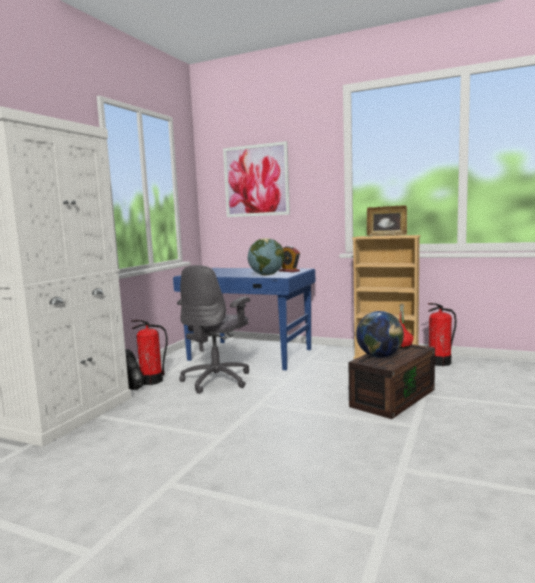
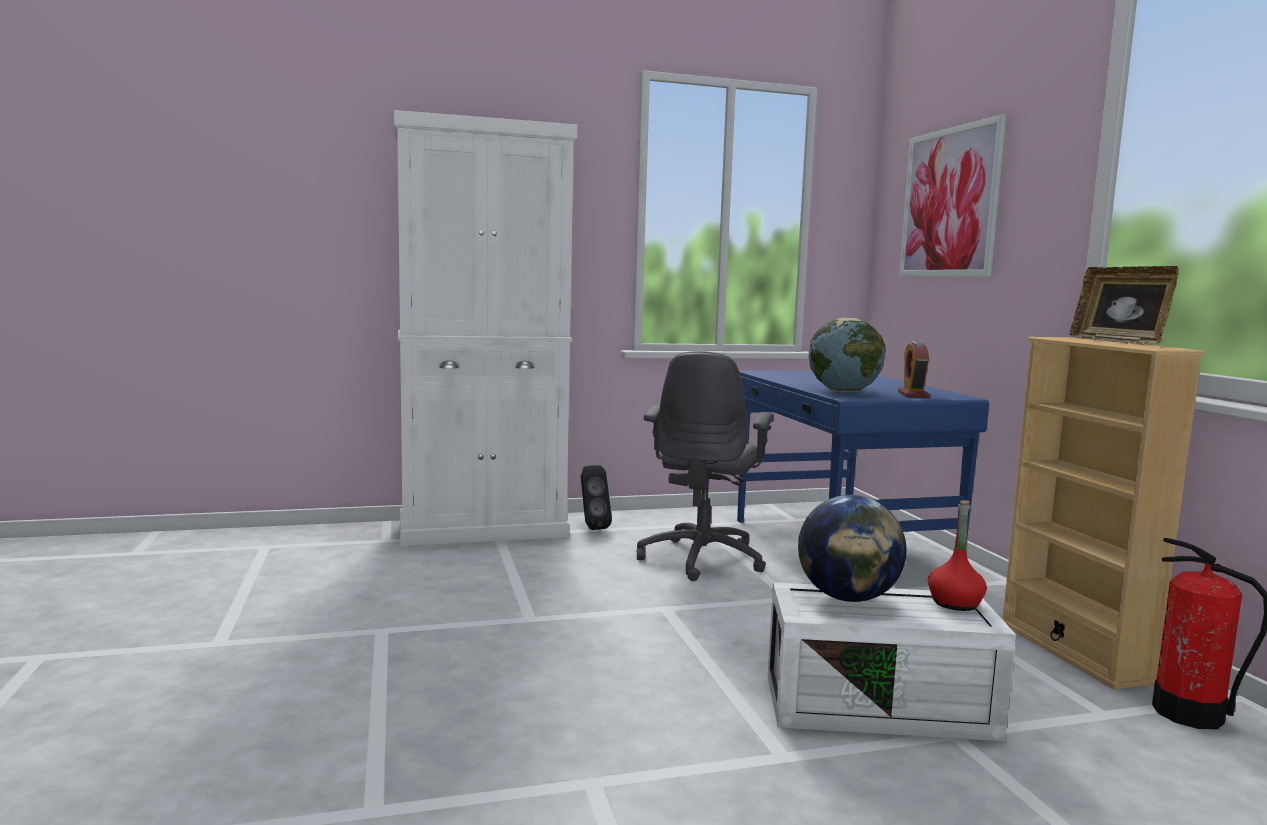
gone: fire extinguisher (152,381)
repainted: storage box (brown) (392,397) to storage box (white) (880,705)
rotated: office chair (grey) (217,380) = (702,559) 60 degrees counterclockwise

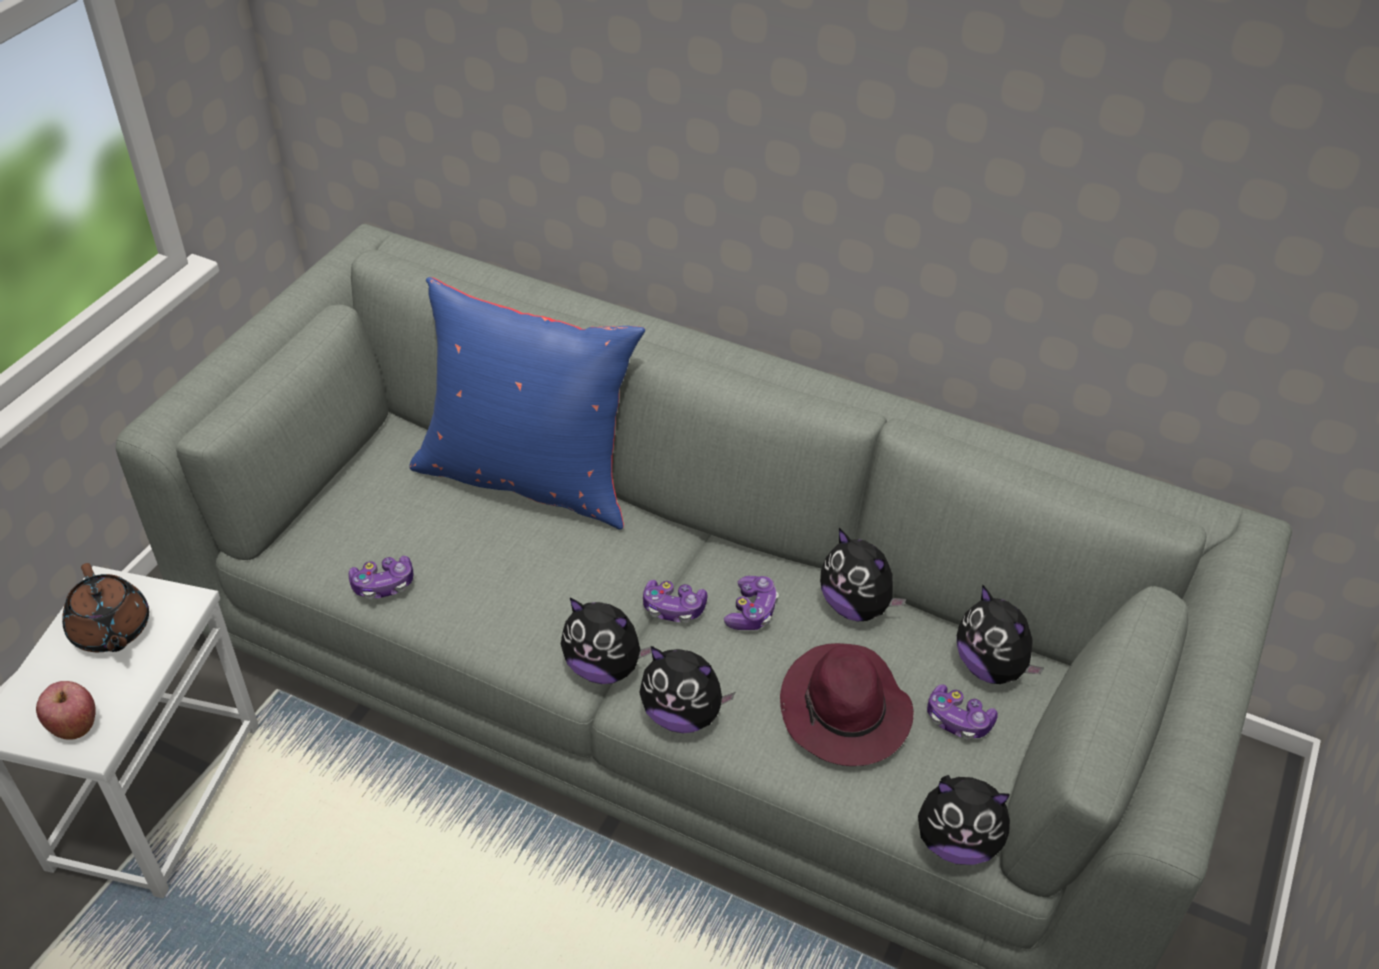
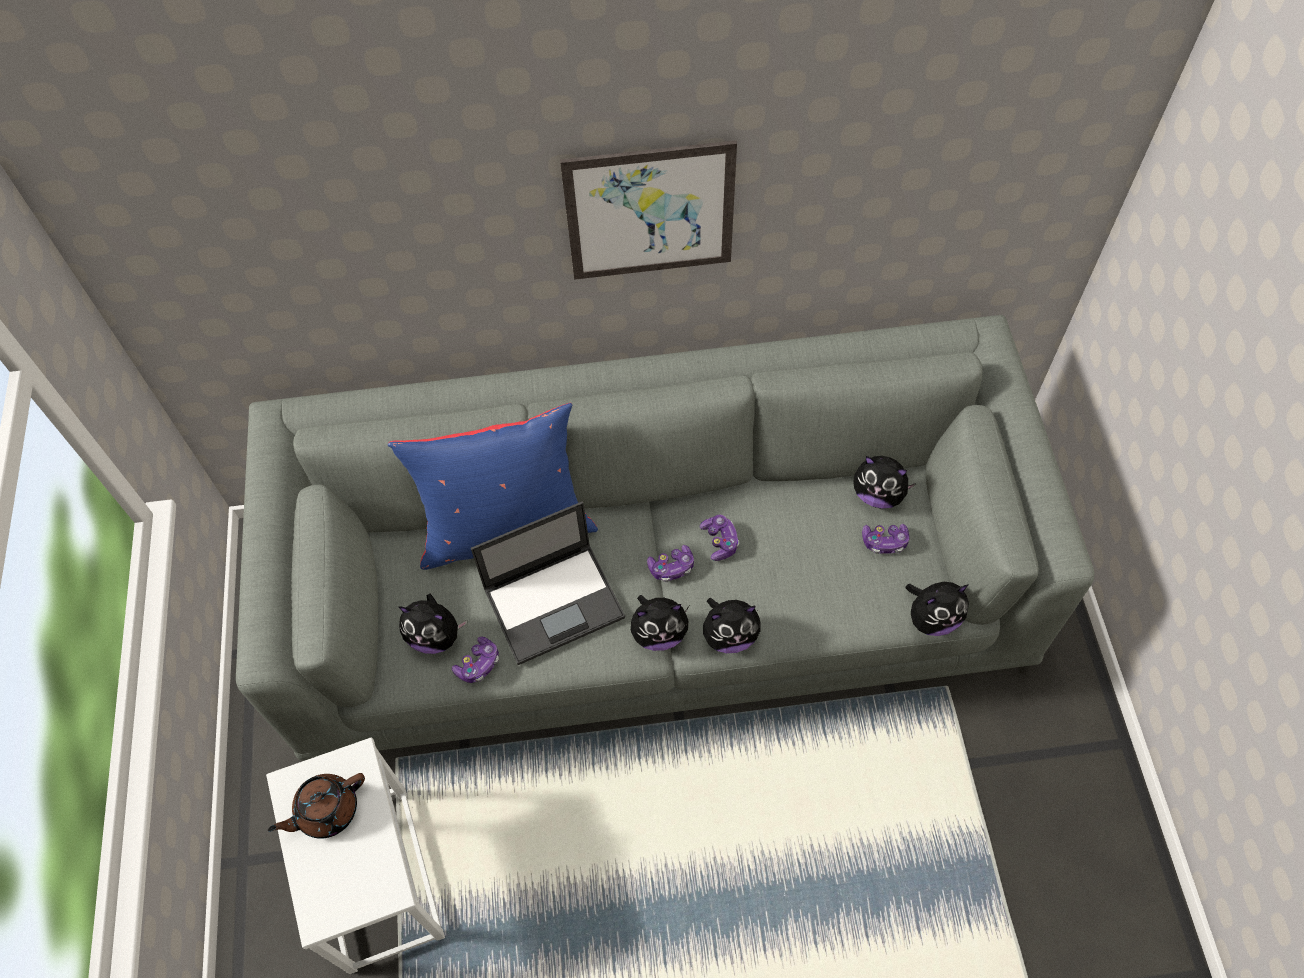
gone: hat (purple) (845,712); apple (74,725)
new: picture (650,212); laptop (555,602)
shifted: plush toy (856,606) to (435,636)
rotated: teapot (brown) (111,630) = (326,810) 120 degrees clockwise

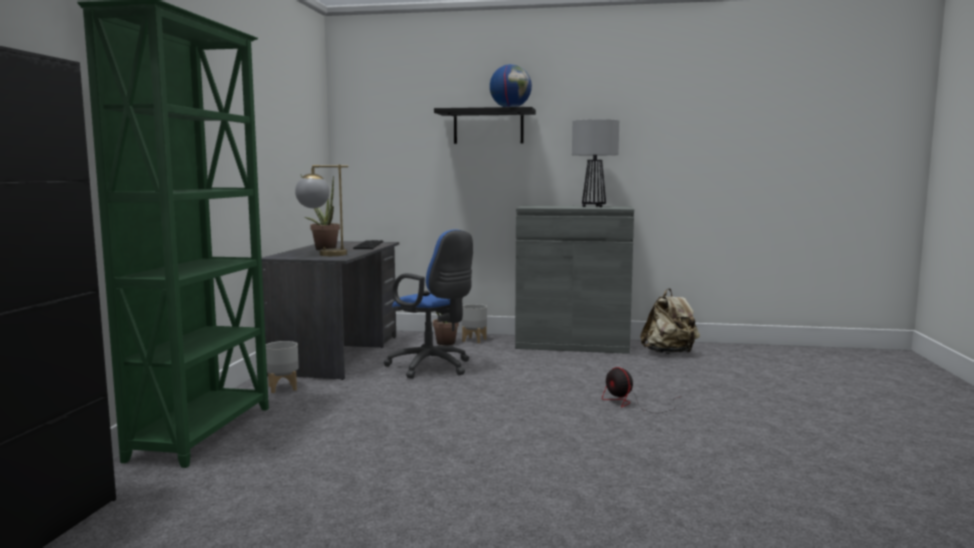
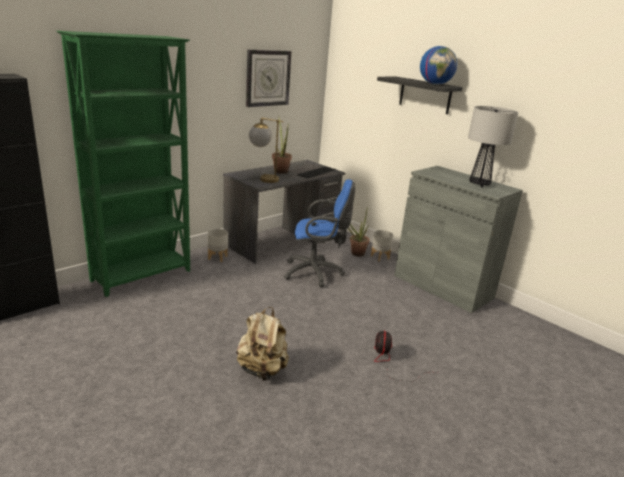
new: wall clock (267,78)
shifted: backpack (beige) (669,353) to (262,370)
rotated: office chair (blue) (433,368) = (316,273) 75 degrees counterclockwise

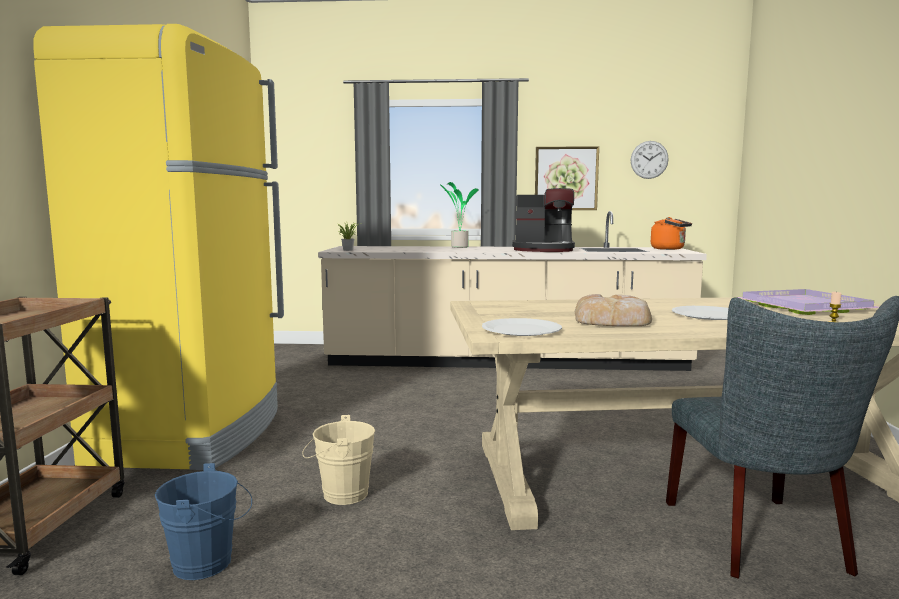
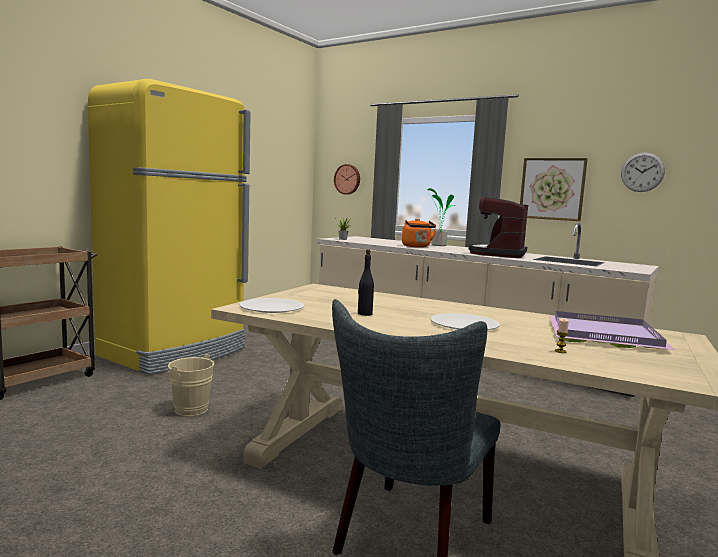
gone: bucket (blue) (209,563)
new: wall clock (347,179)
shifted: kettle (orange) (670,249) to (417,247)
swapped: bread (613,320) to bottle (black) (364,314)
rotated: coffee machine (543,250) = (498,254) 75 degrees clockwise

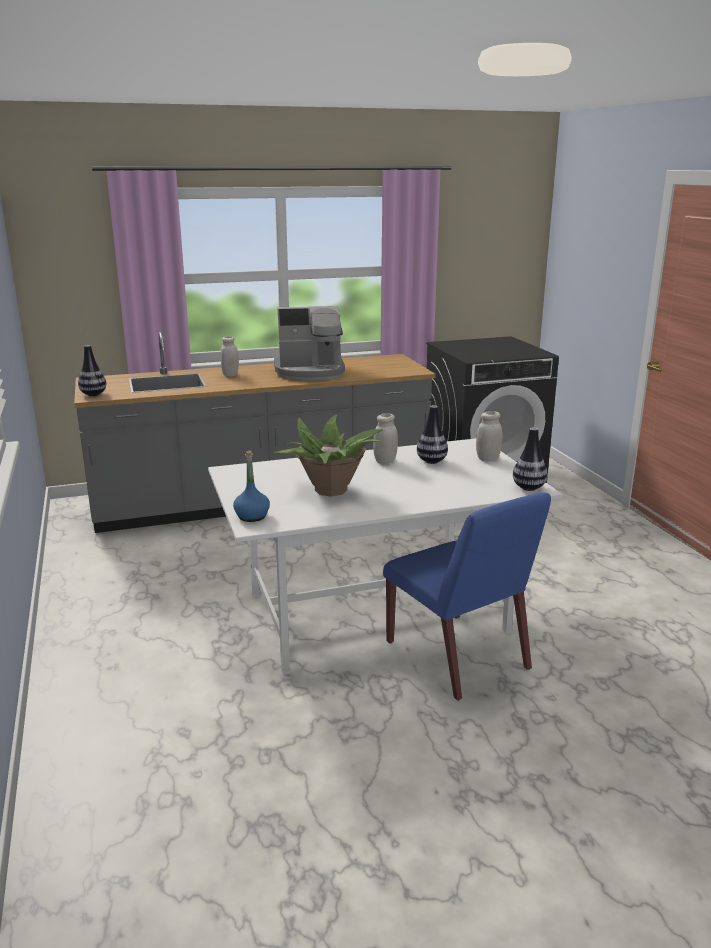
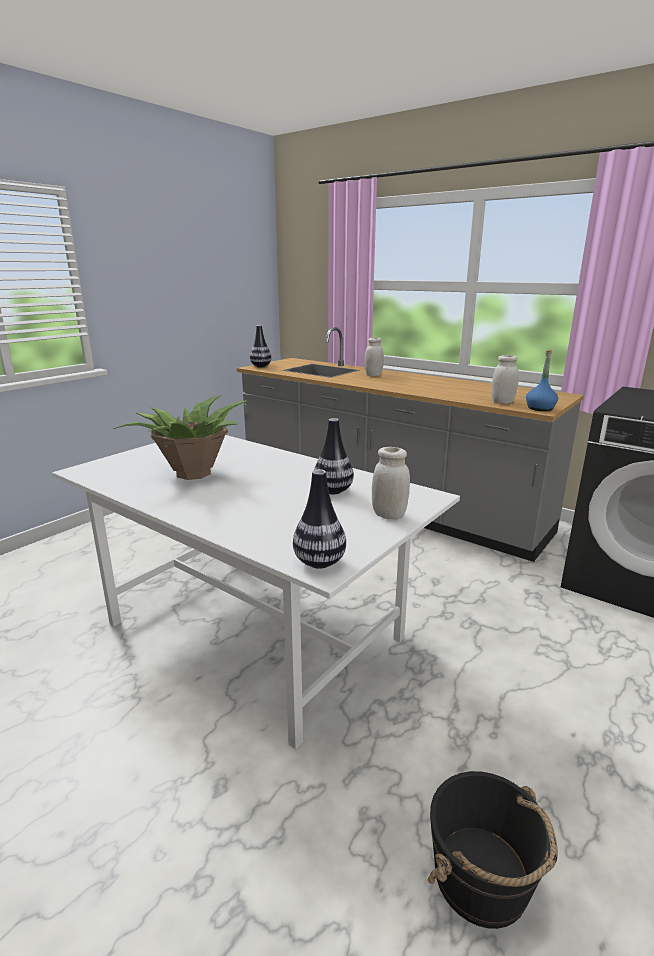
gone: coffee machine (310,372); chair (blue) (458,656)
new: bucket (black) (482,879)
shifted: jar (white) (385,461) to (502,402); bottle (blue) (252,516) to (540,408)

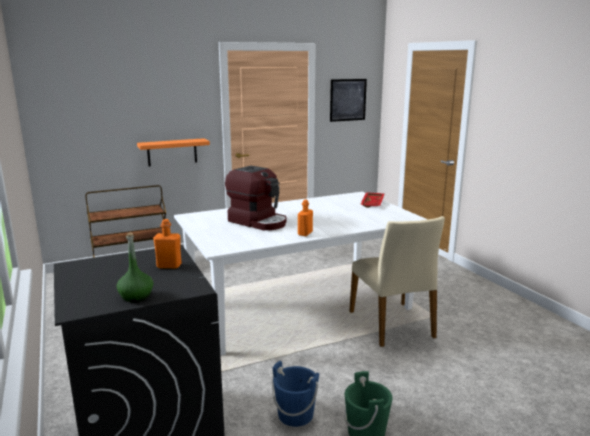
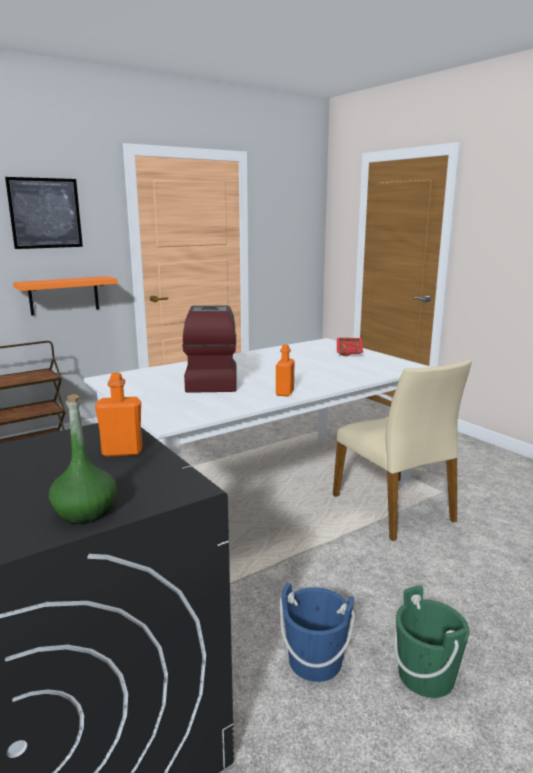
shifted: picture (348,100) to (45,213)
rotated: coffee machine (258,222) = (211,381) 120 degrees counterclockwise

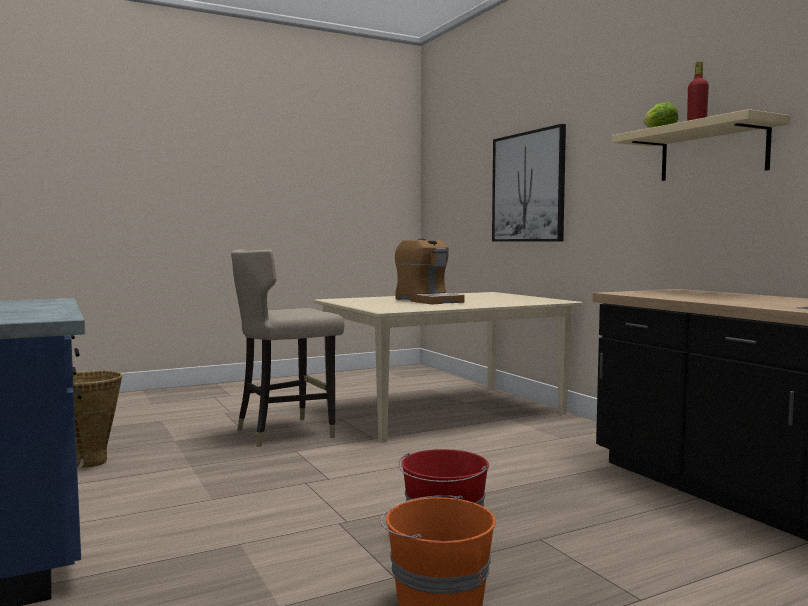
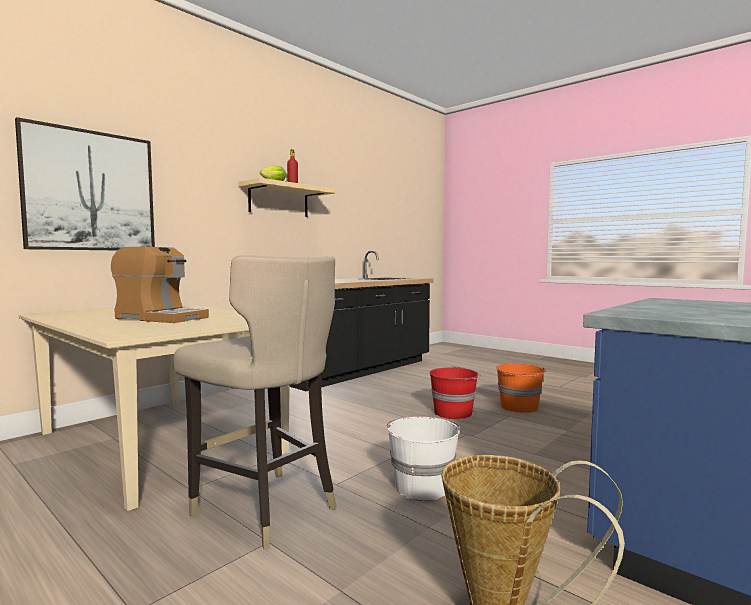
new: bucket (white) (422,486)
rotated: coffee machine (428,300) = (160,318) 75 degrees clockwise

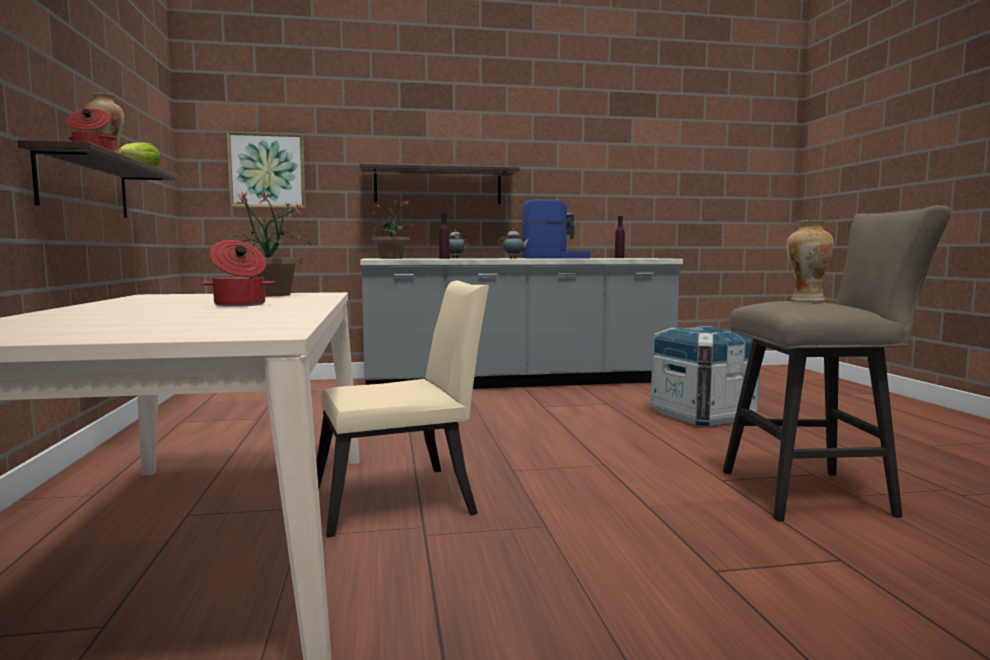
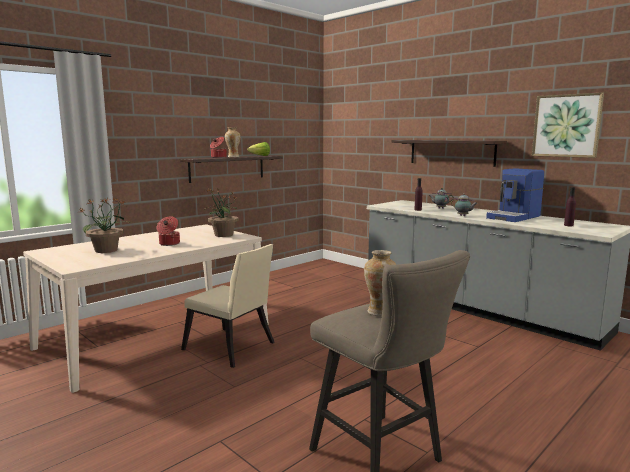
gone: crate (702,415)
shifted: picture (267,171) to (566,126); potted plant (392,258) to (107,250)
rotated: coffee machine (554,258) = (514,217) 90 degrees clockwise

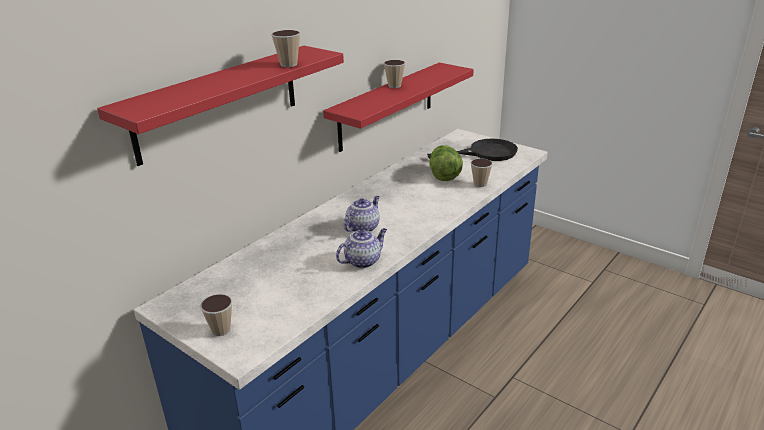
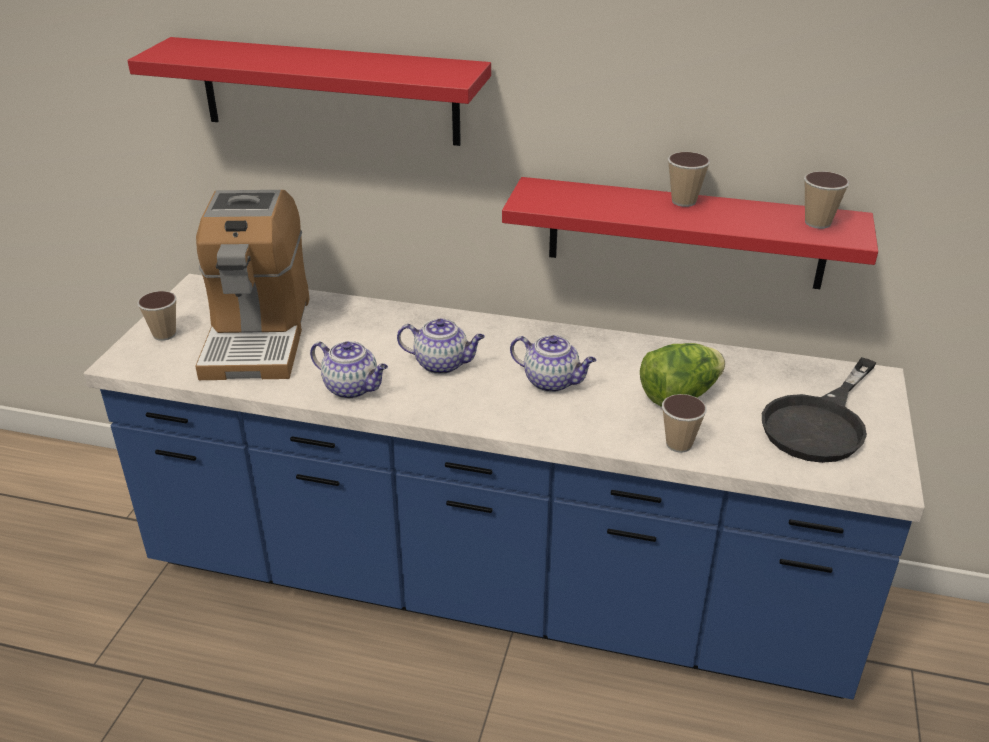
new: coffee machine (258,335); teapot (552,382)
shifted: cup (288,64) to (817,223)
rotated: frying pan (black) (484,153) = (820,423) 75 degrees clockwise

